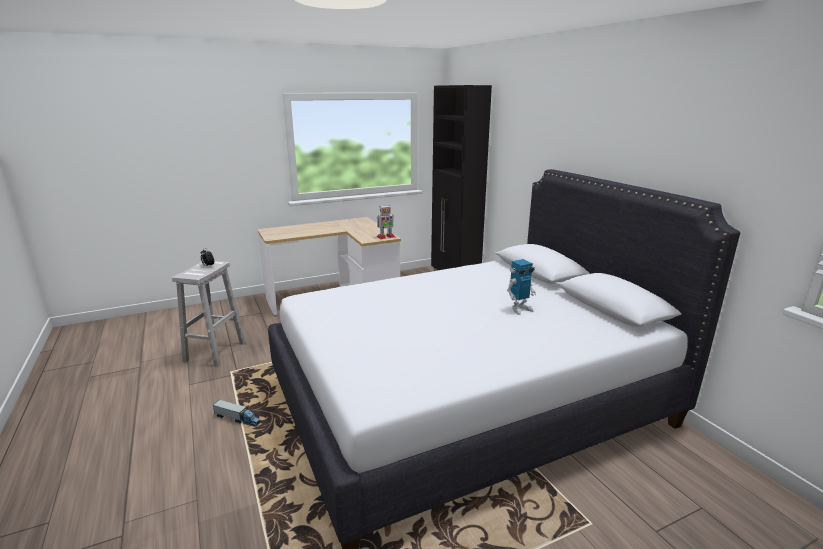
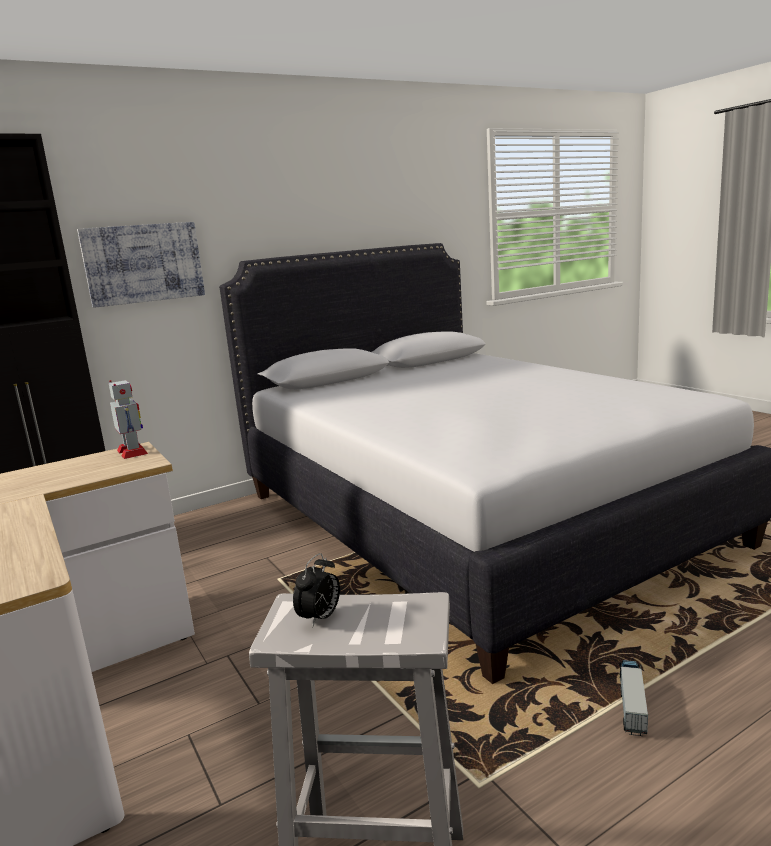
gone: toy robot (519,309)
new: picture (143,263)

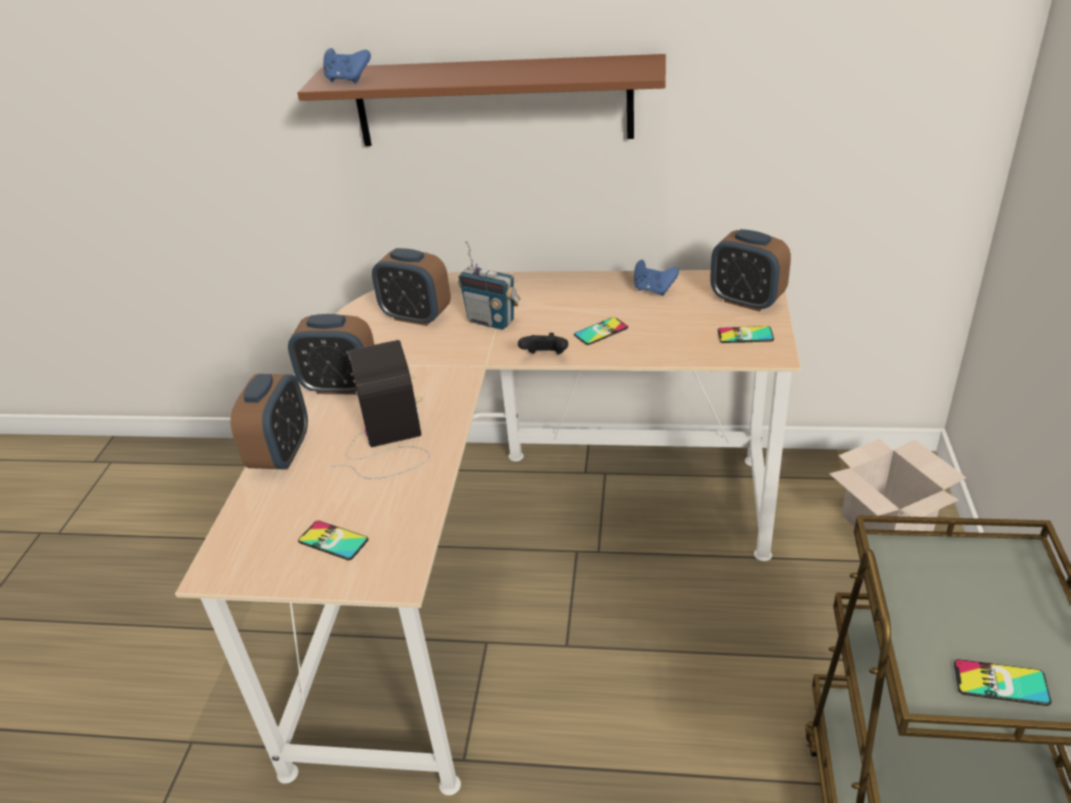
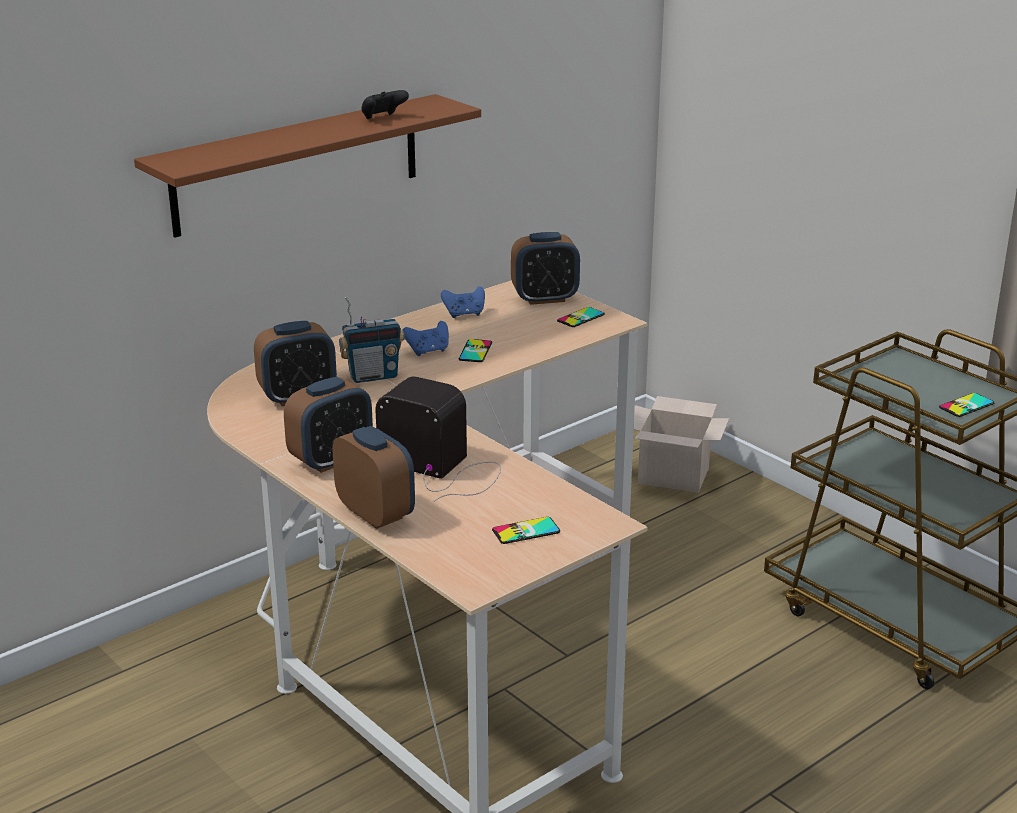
shifted: game controller (blue) (347,80) to (428,351); game controller (black) (545,357) to (383,118)

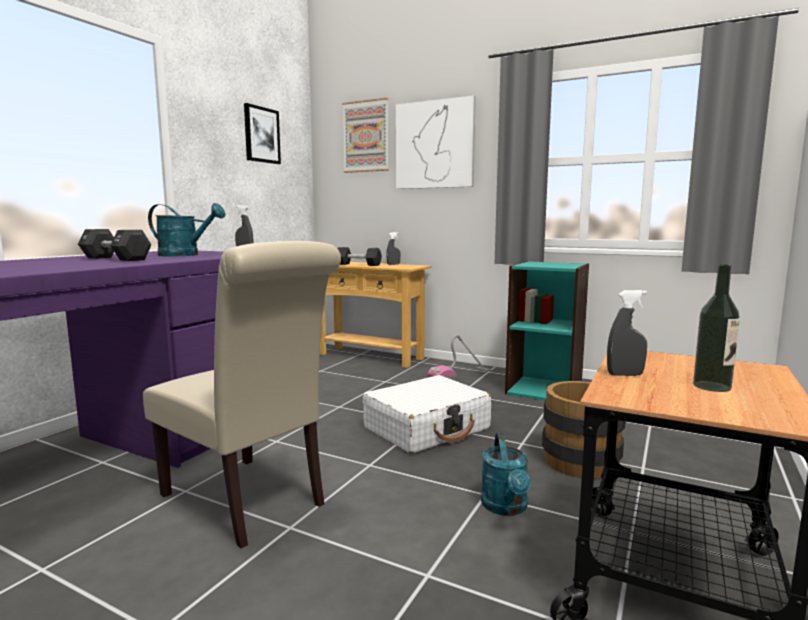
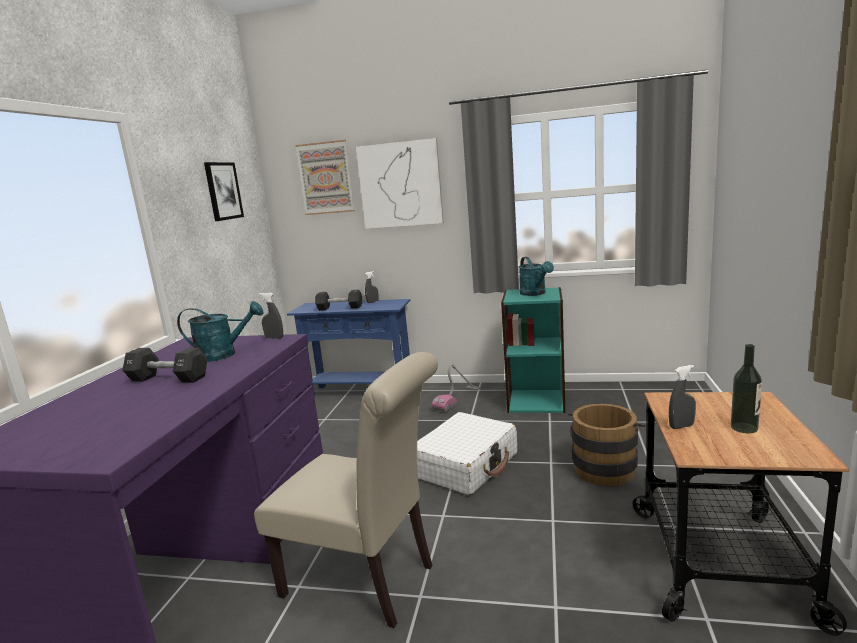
shifted: watering can (turquoise) (506,508) to (535,294)
repainted: console table (beige) (370,356) to console table (blue) (360,392)

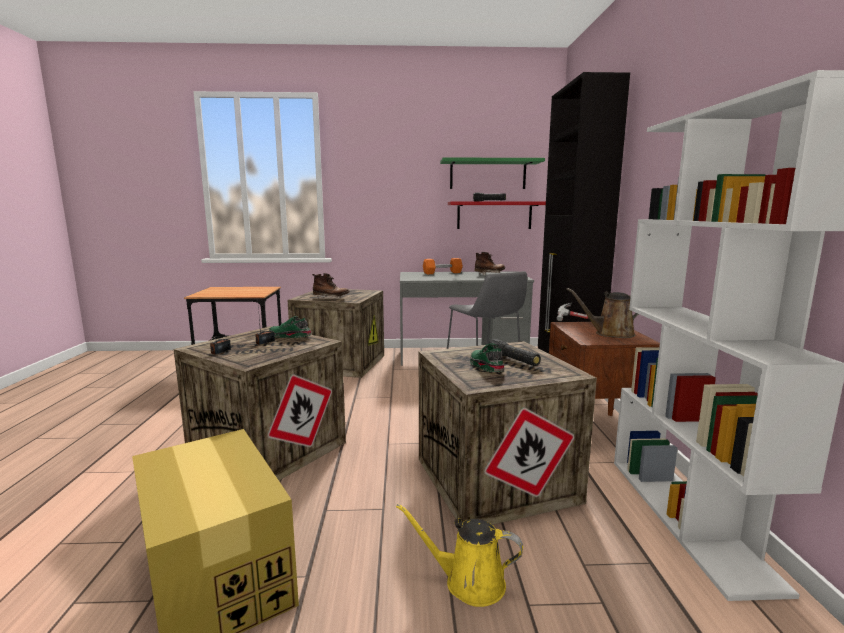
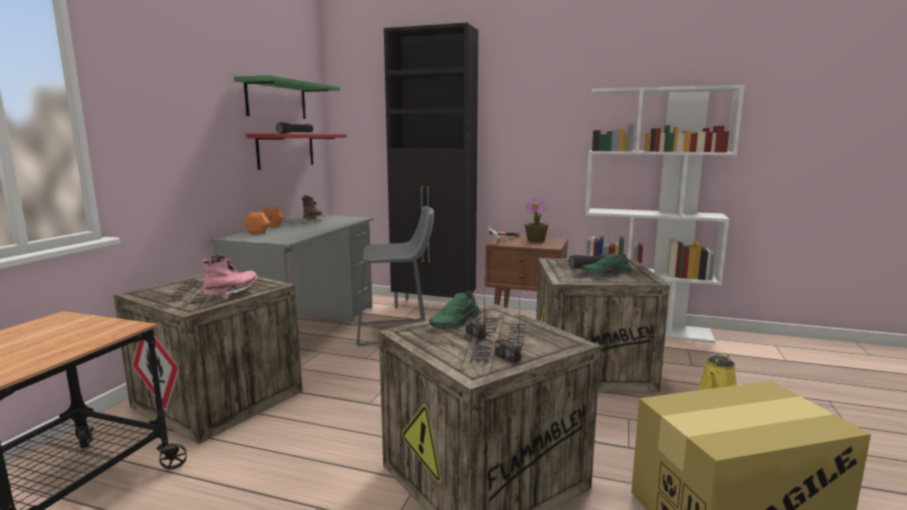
swapped: watering can (brown) (610,334) to potted plant (536,240)
repainted: boot (brown) (331,298) to boot (pink) (232,293)

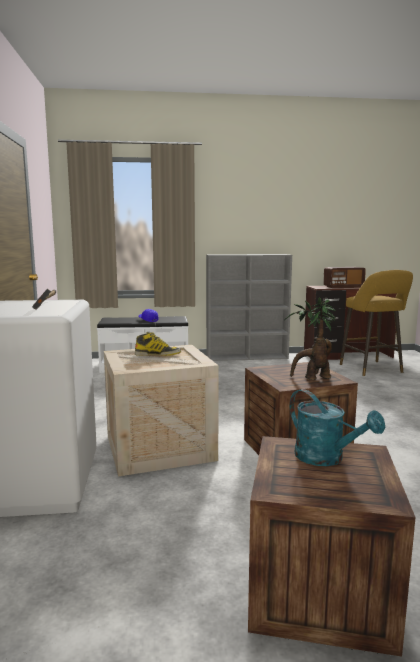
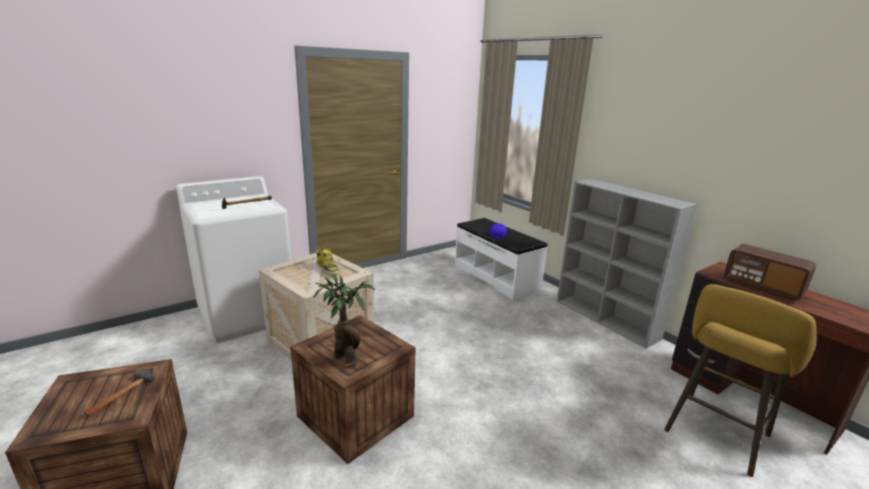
swapped: watering can (turquoise) (326,458) to hammer (120,396)

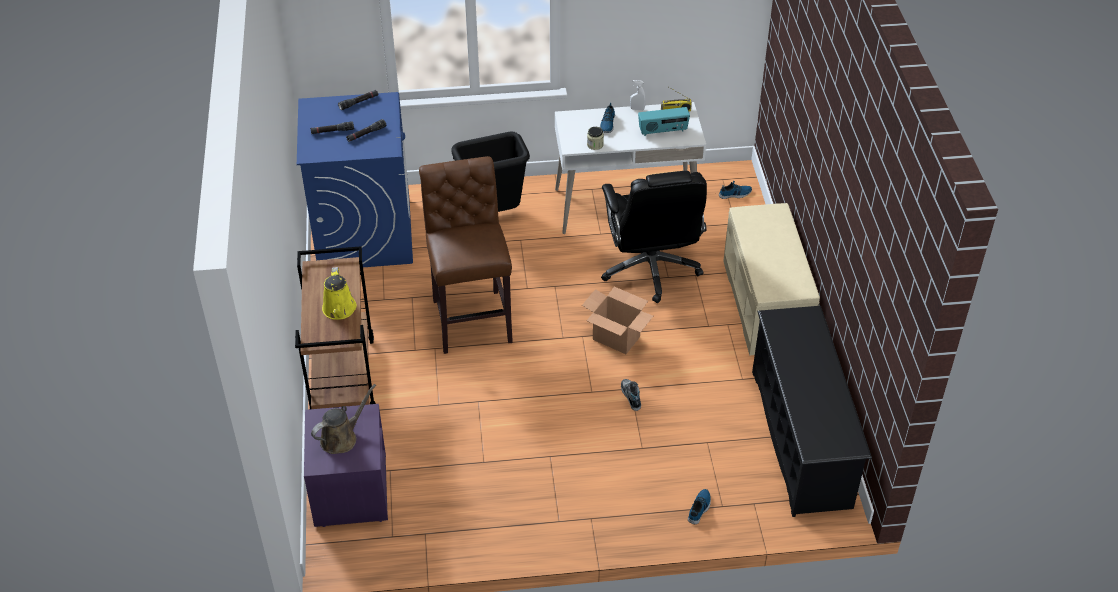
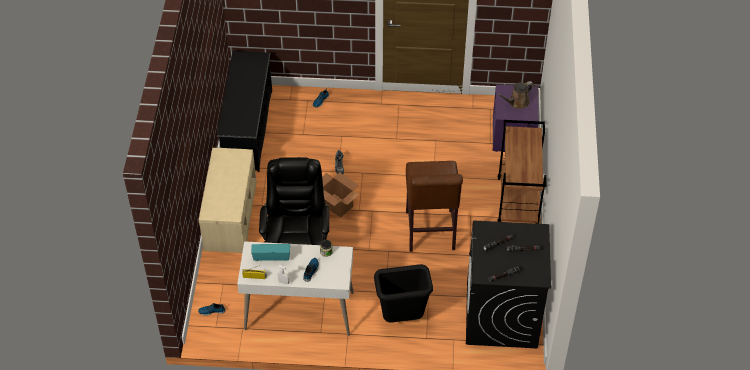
gone: watering can (yellow) (339,310)
repainted: washing machine (blue) (364,233) to washing machine (black) (502,315)

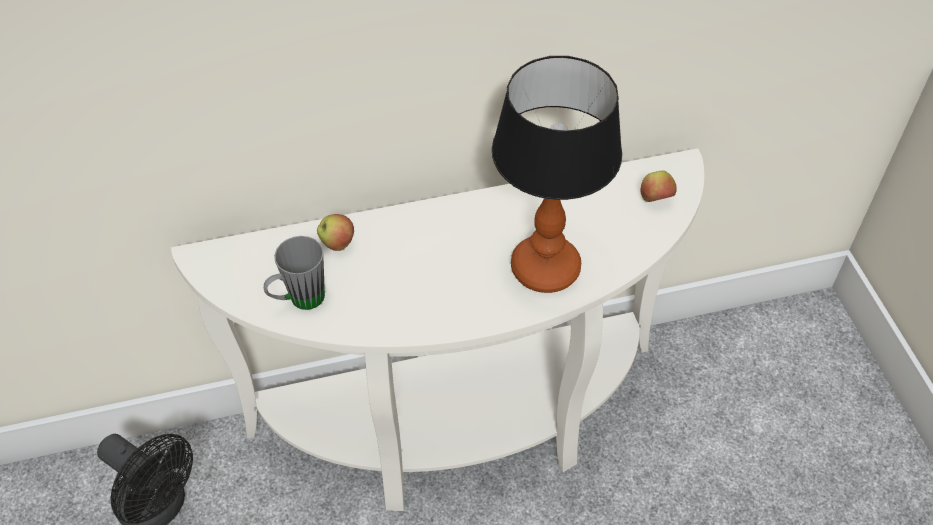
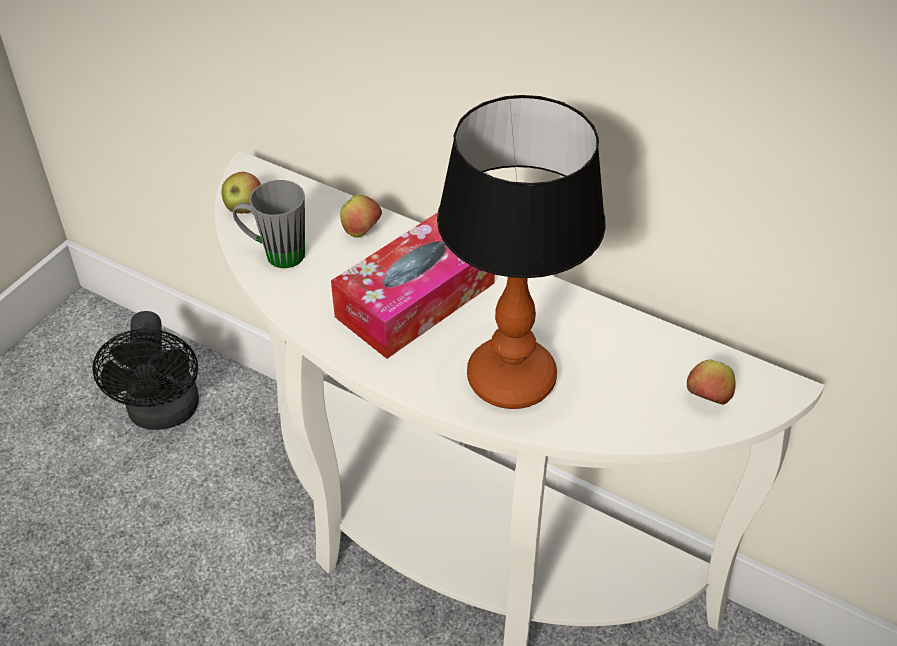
new: apple (244,209); tissue box (415,300)

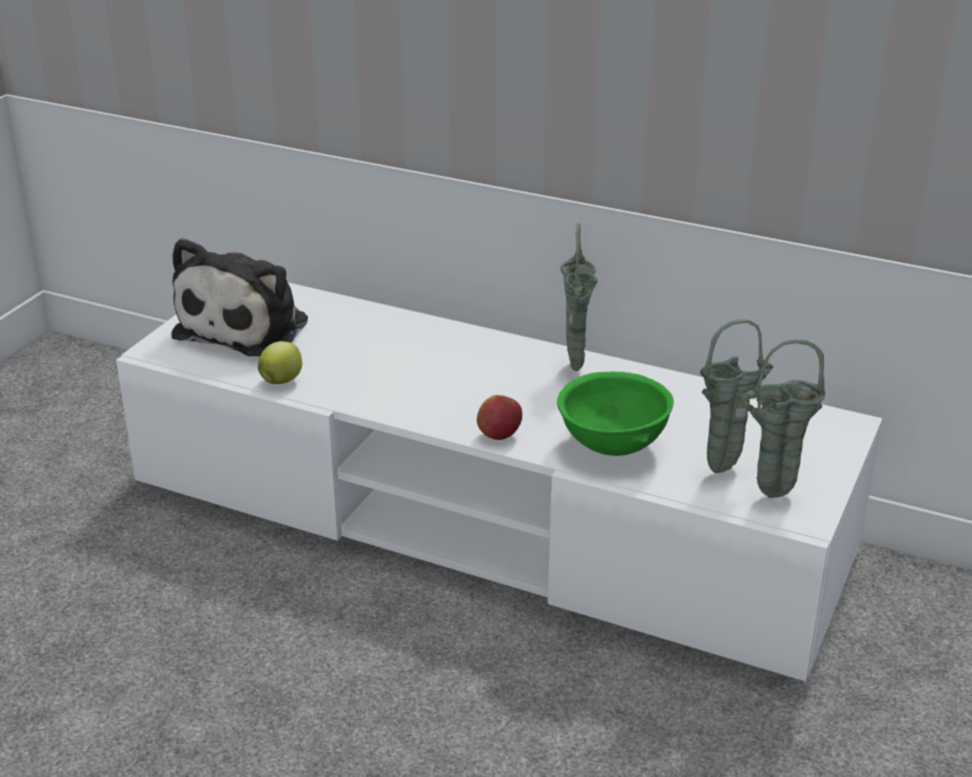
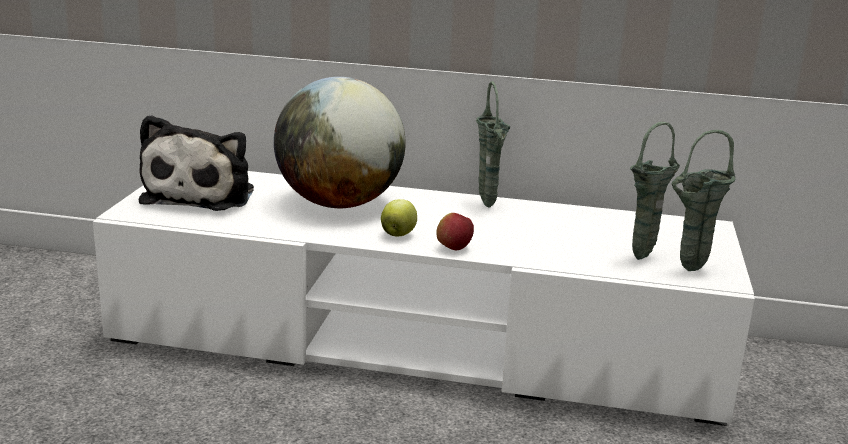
gone: bowl (green) (611,447)
new: globe (339,204)
shifted: apple (282,380) to (398,235)

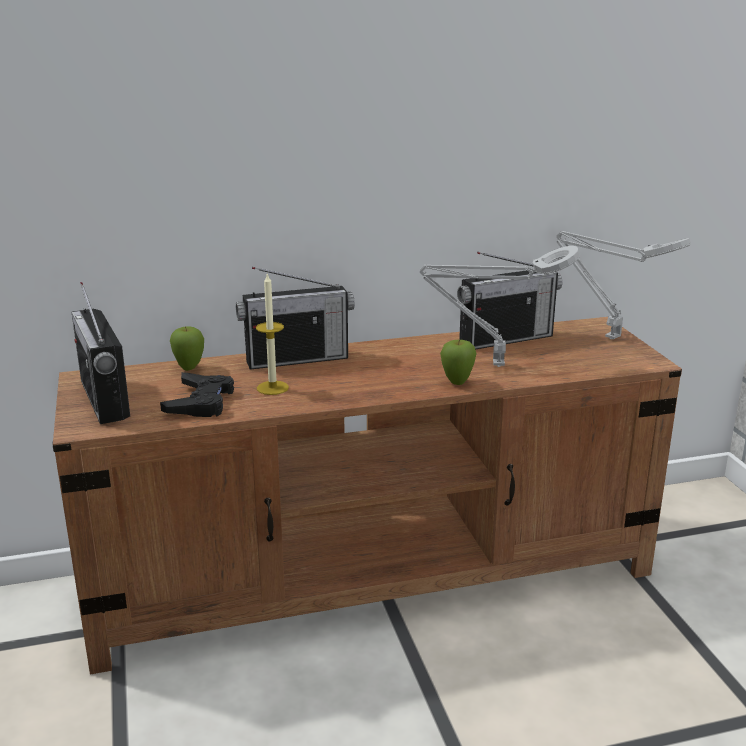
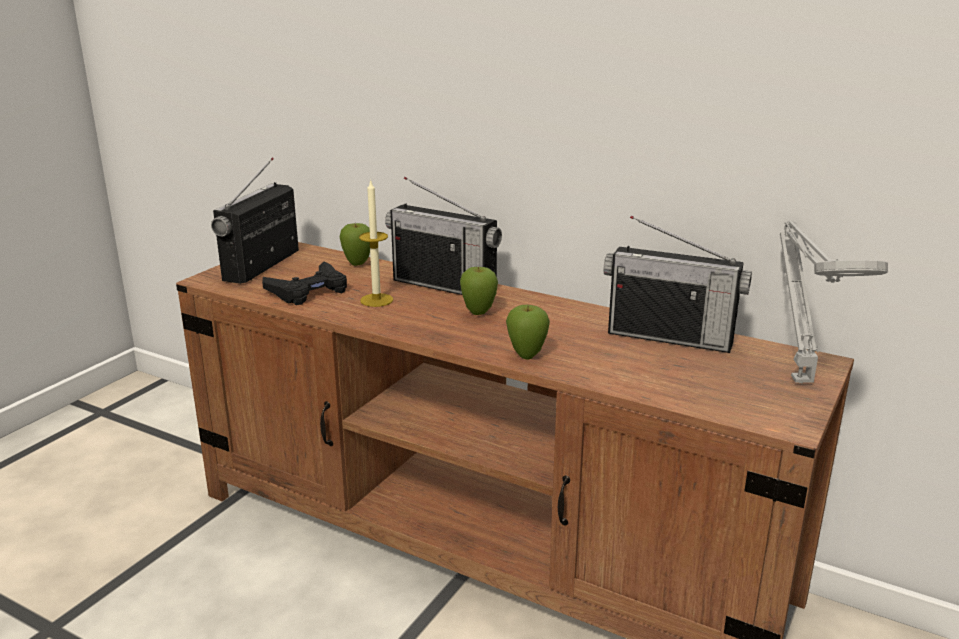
gone: table lamp (grey) (493,364)
new: apple (478,313)

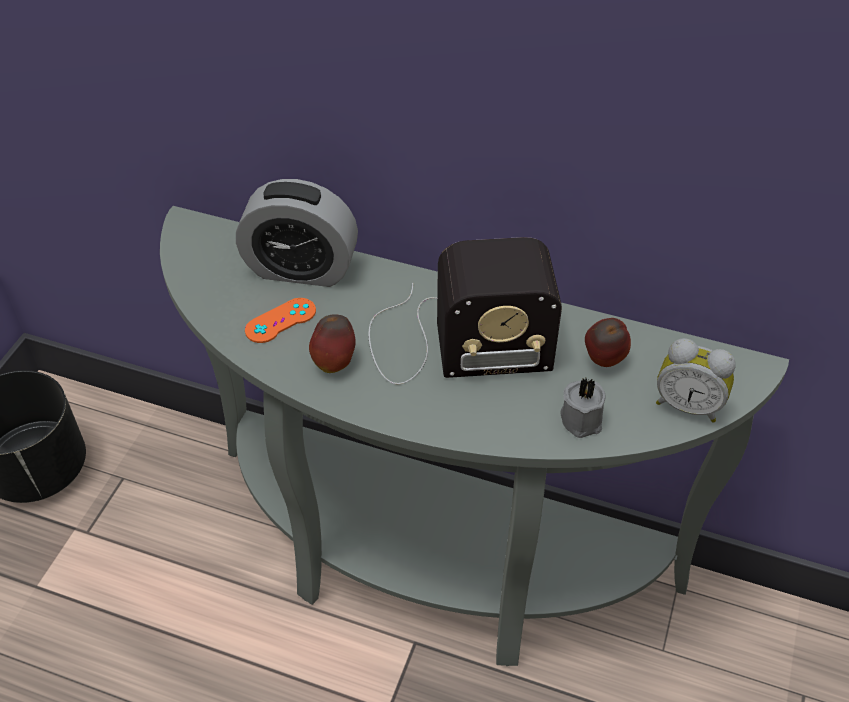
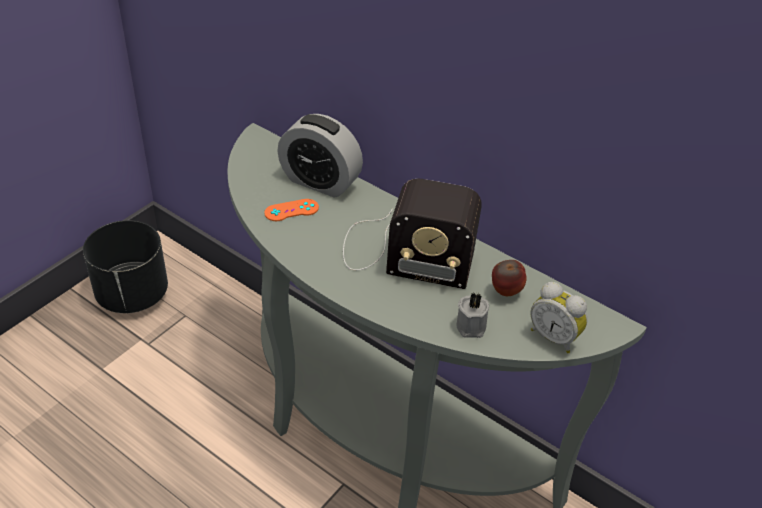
gone: apple (334,363)

